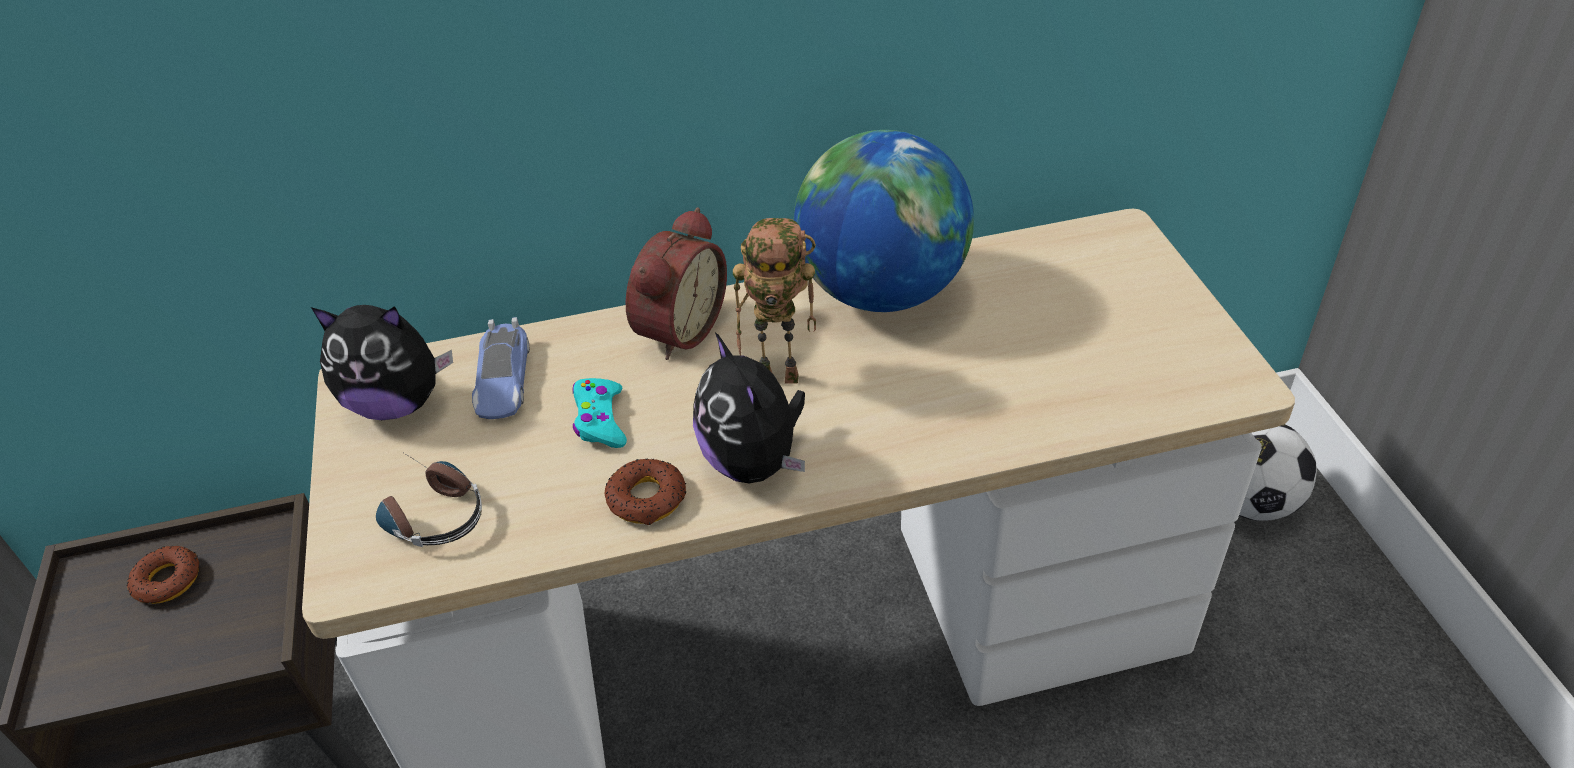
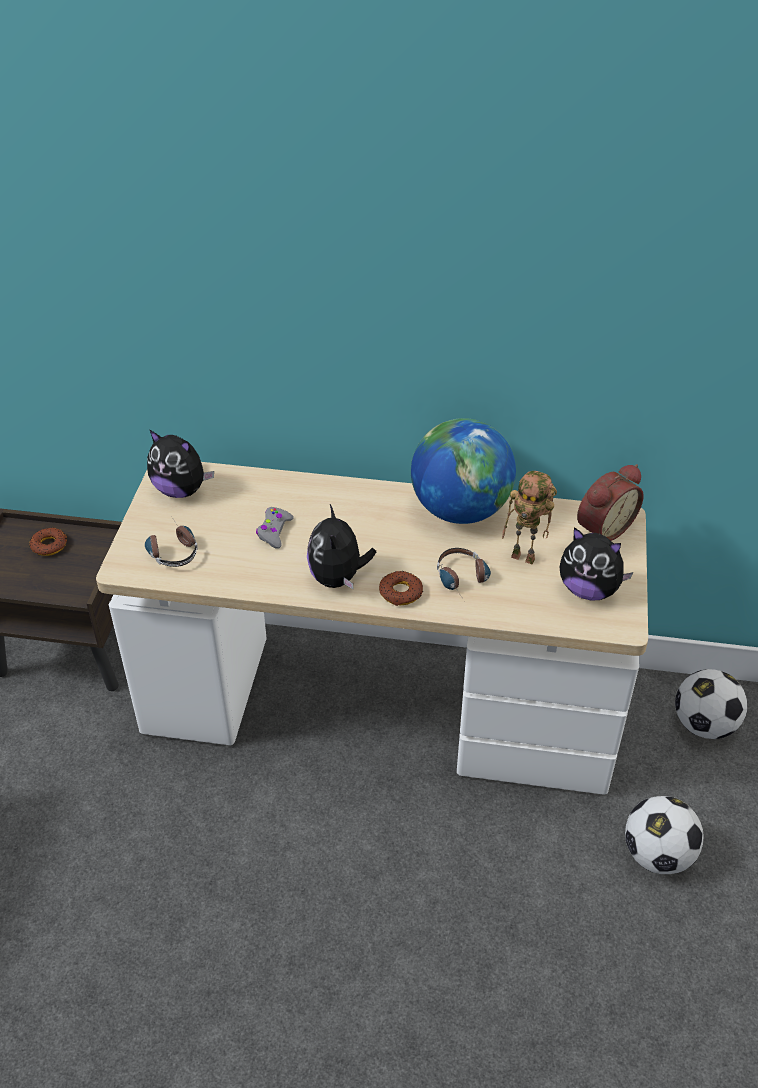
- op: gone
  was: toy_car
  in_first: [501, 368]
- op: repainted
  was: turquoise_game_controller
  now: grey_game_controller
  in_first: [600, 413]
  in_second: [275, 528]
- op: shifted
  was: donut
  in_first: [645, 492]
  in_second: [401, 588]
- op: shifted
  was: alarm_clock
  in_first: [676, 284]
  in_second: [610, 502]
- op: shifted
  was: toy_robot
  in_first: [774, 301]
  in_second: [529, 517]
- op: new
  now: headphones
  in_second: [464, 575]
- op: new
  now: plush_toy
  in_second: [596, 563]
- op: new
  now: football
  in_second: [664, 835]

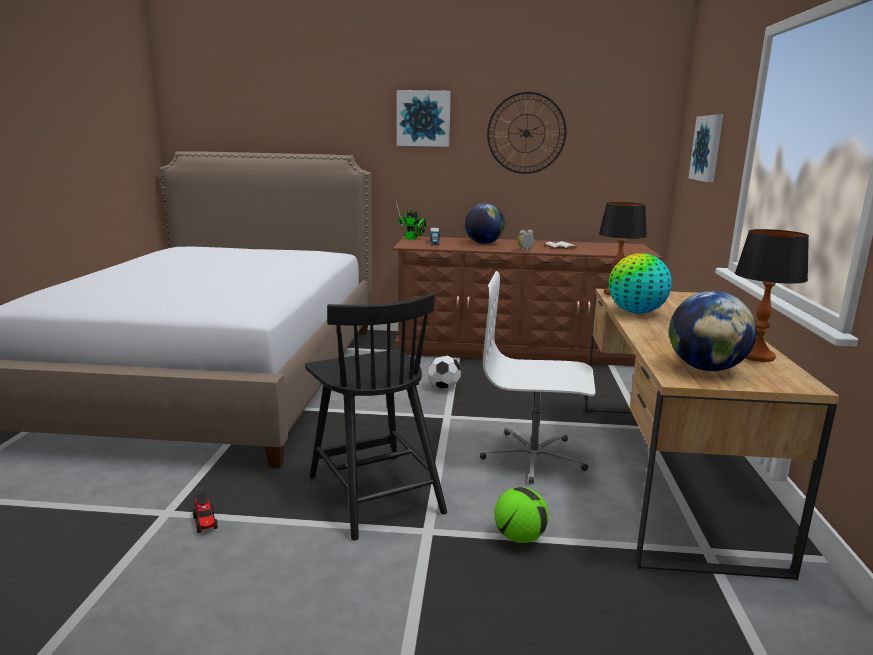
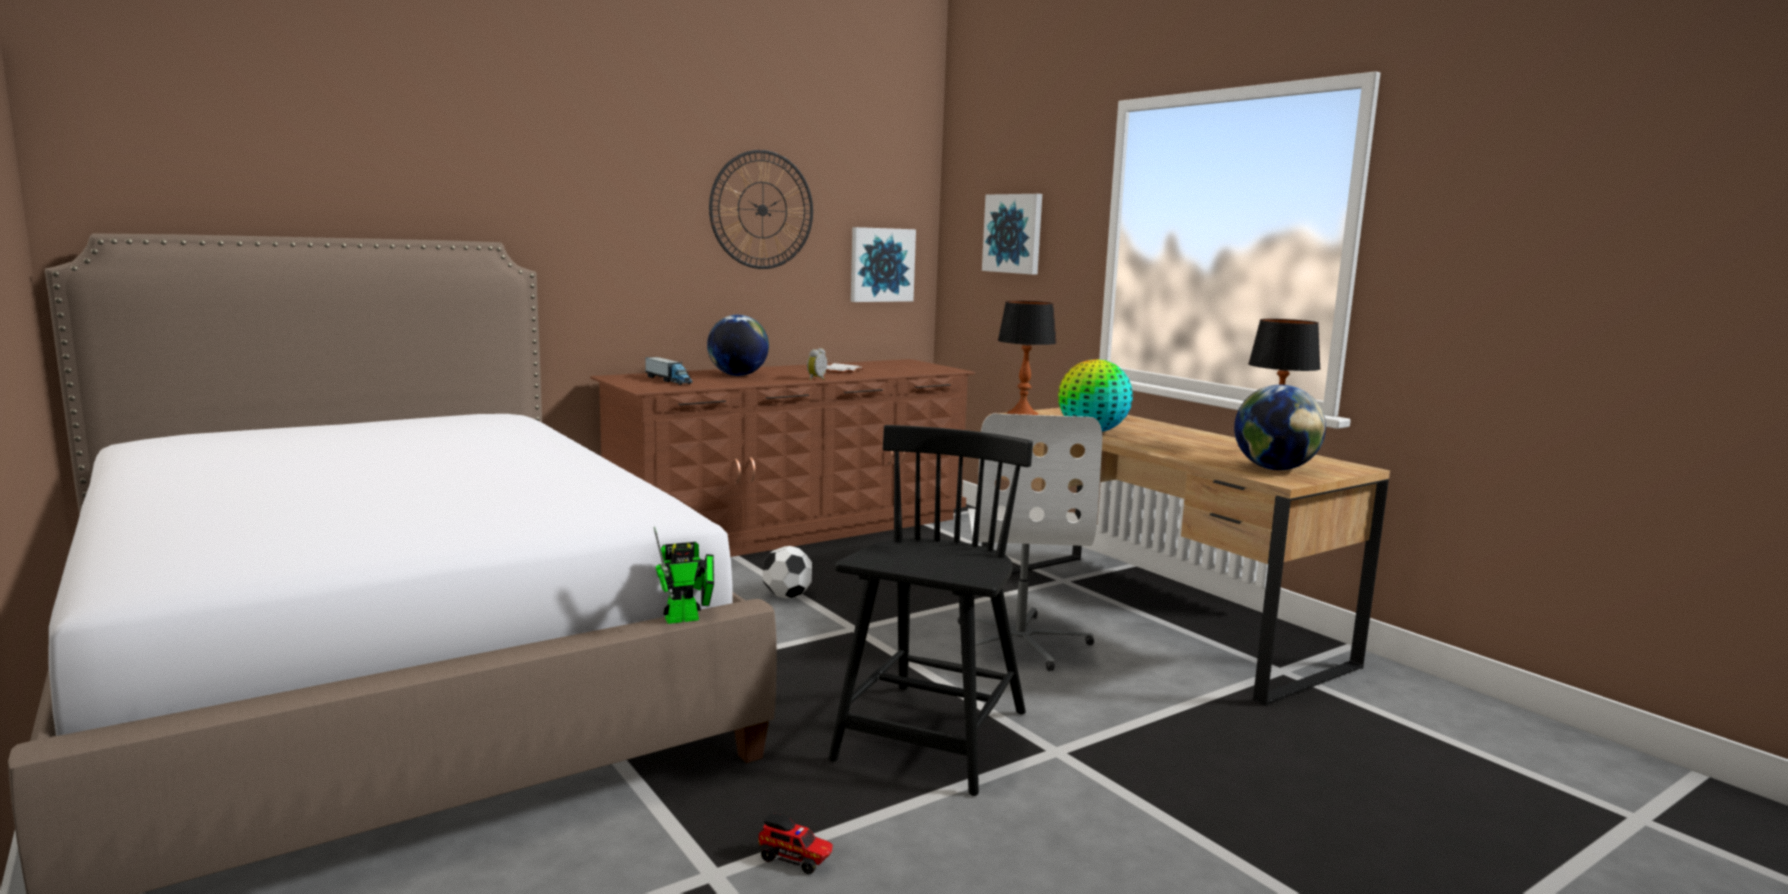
- op: rotated
  was: black_chair
  in_first: [376, 416]
  in_second: [930, 610]
  clockwise: -90
- op: shifted
  was: toy_robot
  in_first: [411, 220]
  in_second: [684, 575]
- op: shifted
  was: picture
  in_first: [424, 118]
  in_second: [883, 264]
- op: rotated
  was: white_office_chair
  in_first: [538, 377]
  in_second: [1029, 542]
  clockwise: -60
- op: gone
  was: football
  in_first: [522, 515]

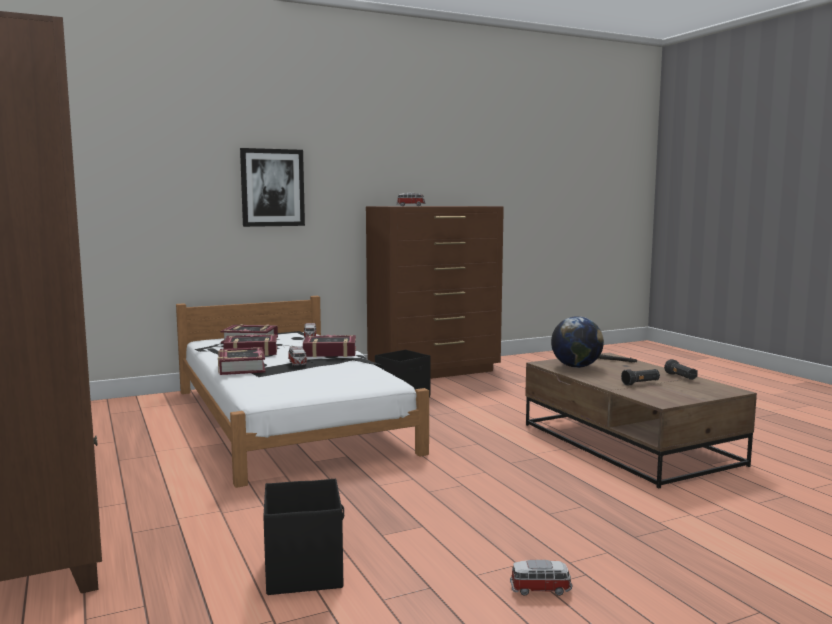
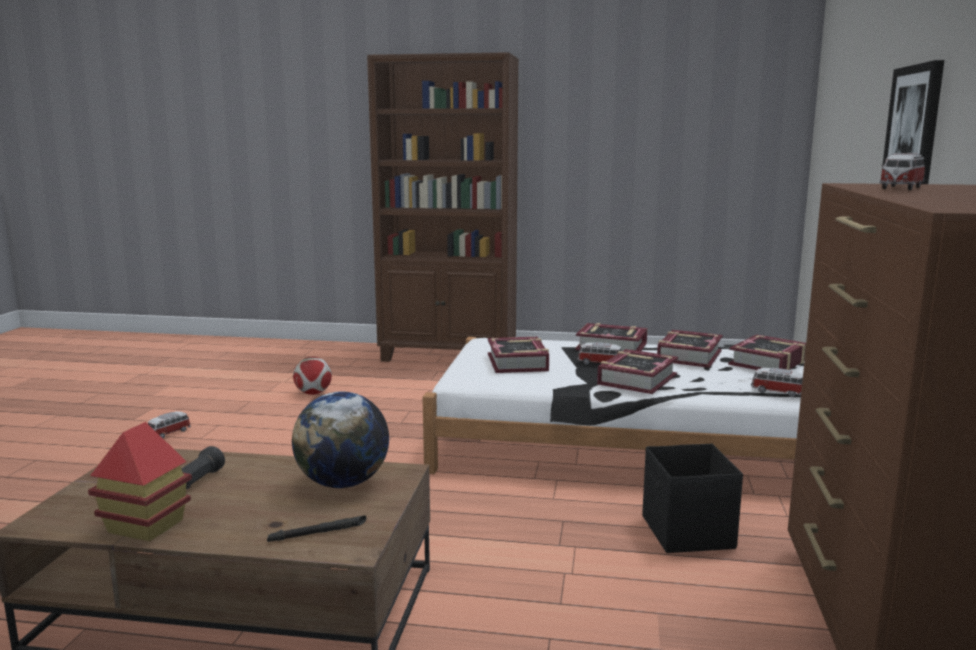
- op: swapped
  was: black_storage_box
  now: football
  in_first: [303, 537]
  in_second: [312, 376]
- op: swapped
  was: black_flashlight
  now: toy_house
  in_first: [681, 369]
  in_second: [140, 482]
- op: new
  now: book
  in_second: [518, 355]

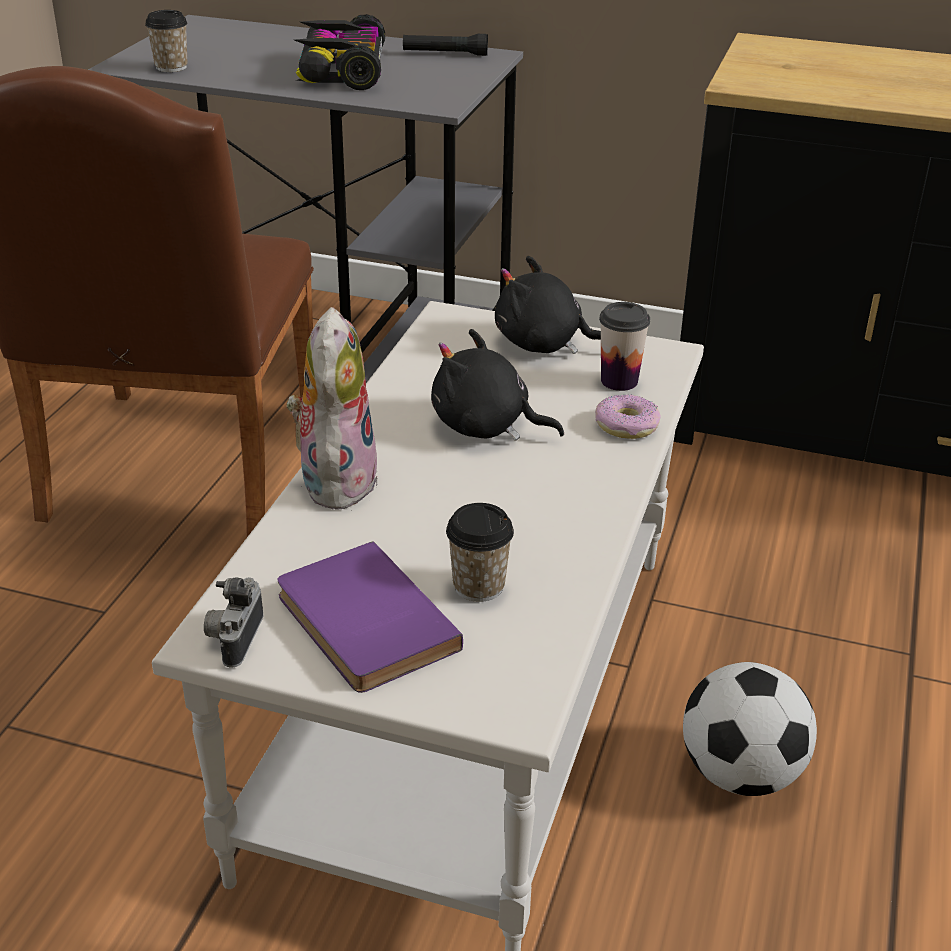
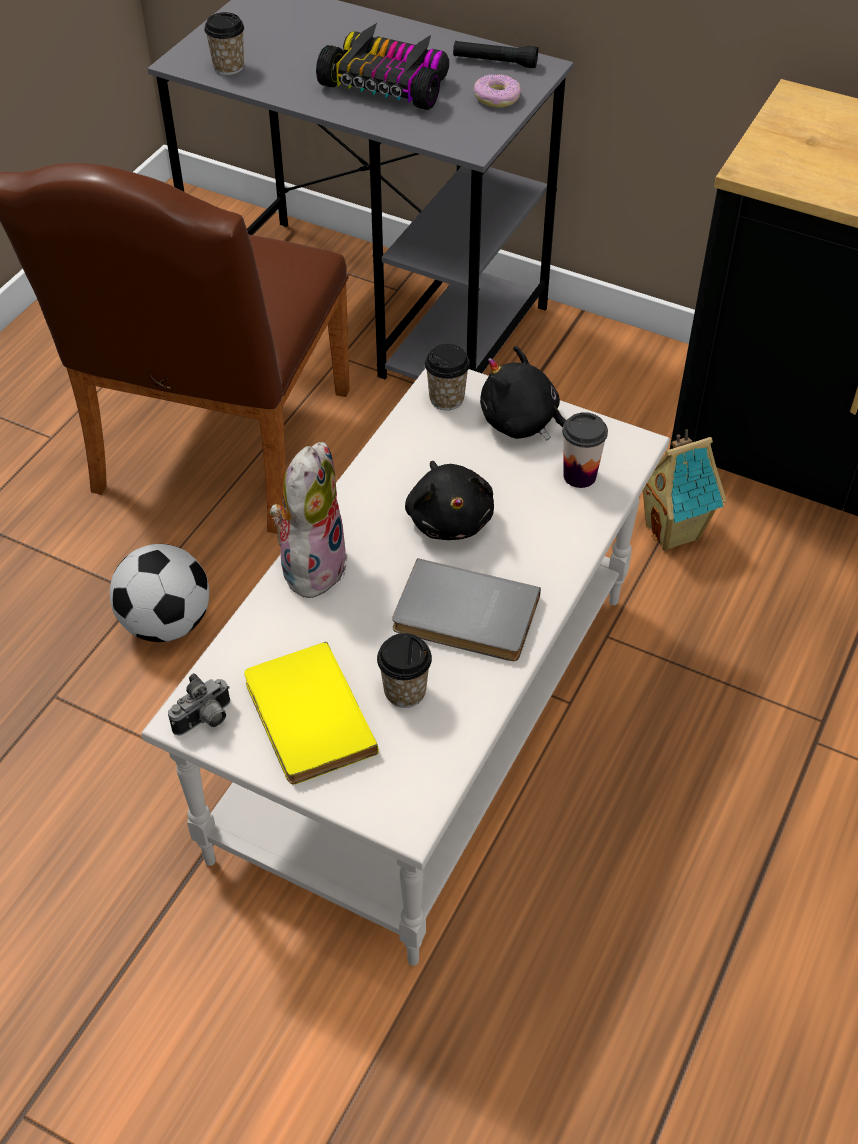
- op: rotated
  was: photo_camera
  in_first: [233, 622]
  in_second: [199, 704]
  clockwise: -150
- op: repainted
  was: purple_book
  now: yellow_book
  in_first: [370, 617]
  in_second: [311, 713]
- op: rotated
  was: toy_car
  in_first: [340, 52]
  in_second: [382, 66]
  clockwise: 105
- op: rotated
  was: black_plush_toy
  in_first: [497, 385]
  in_second: [449, 500]
  clockwise: -135
- op: shifted
  was: donut
  in_first: [628, 417]
  in_second: [497, 90]
- op: shifted
  was: football
  in_first: [750, 729]
  in_second: [159, 593]
- op: new
  now: grey_book
  in_second: [466, 609]
- op: new
  now: cup
  in_second: [447, 377]
- op: new
  now: toy_house
  in_second: [685, 490]

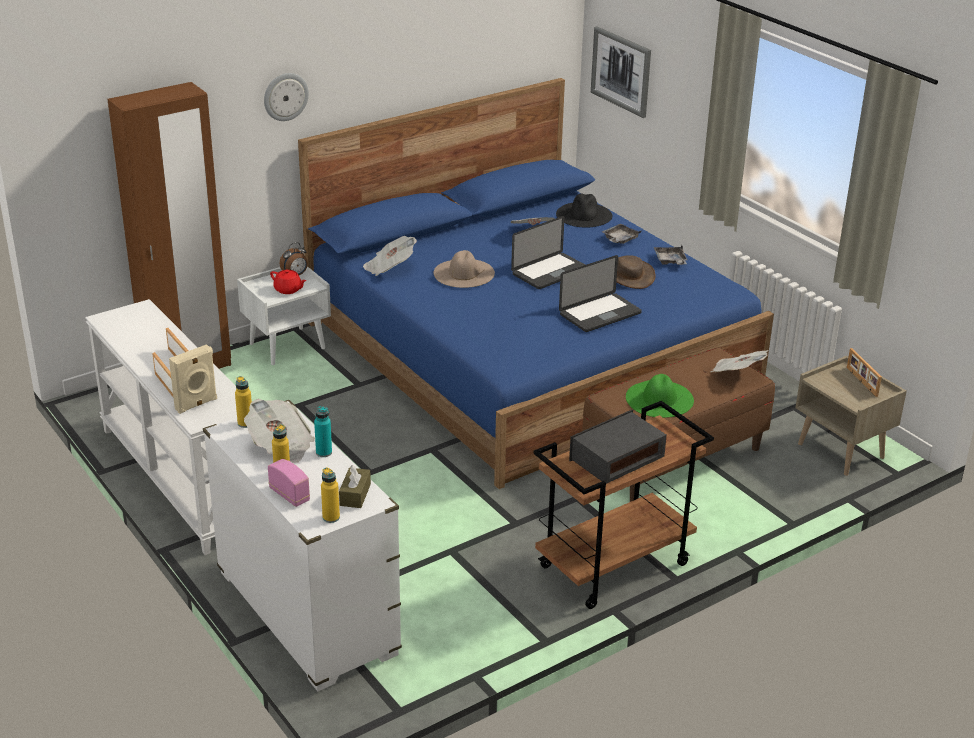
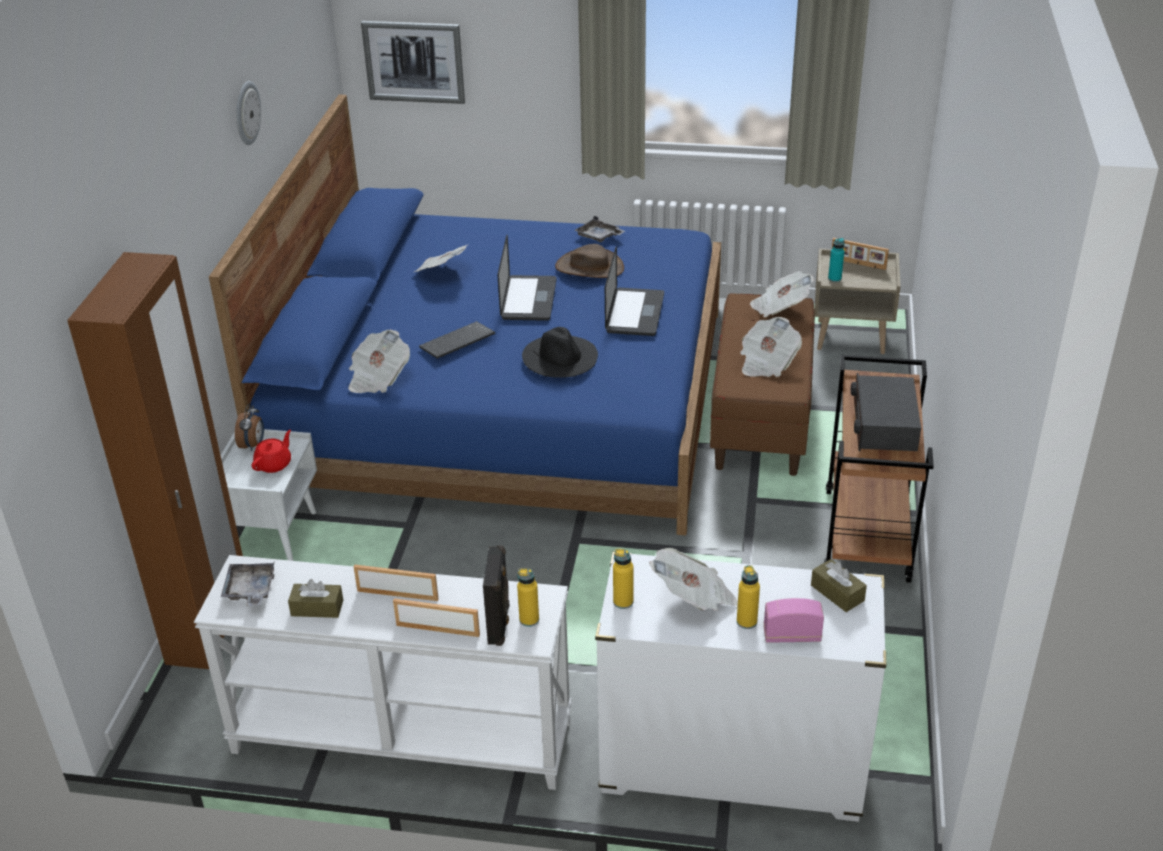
- op: repainted
  was: beige_speaker
  now: black_speaker
  in_first: [193, 379]
  in_second: [496, 595]
- op: shifted
  was: wall_clock
  in_first: [286, 97]
  in_second: [249, 113]
- op: rotated
  was: red_teapot
  in_first: [288, 282]
  in_second: [271, 451]
  clockwise: -45
- op: shifted
  was: turquoise_bottle
  in_first: [323, 431]
  in_second: [836, 260]
- op: shifted
  was: yellow_bottle
  in_first: [330, 495]
  in_second: [528, 597]
- op: swapped
  was: beige_hat
  now: keyboard
  in_first: [464, 269]
  in_second: [457, 340]
- op: shifted
  was: black_hat
  in_first: [584, 210]
  in_second: [560, 352]
- op: shifted
  was: grey_tray
  in_first: [621, 234]
  in_second: [248, 583]
- op: swapped
  was: green_hat
  now: newspaper
  in_first: [660, 396]
  in_second: [771, 347]
- op: new
  now: brown_tissue_box
  in_second: [315, 598]

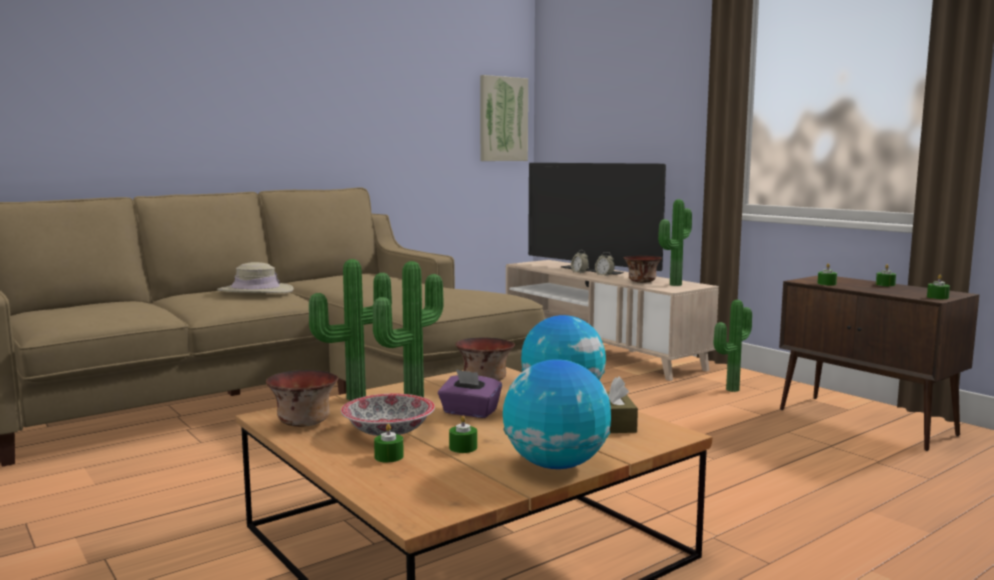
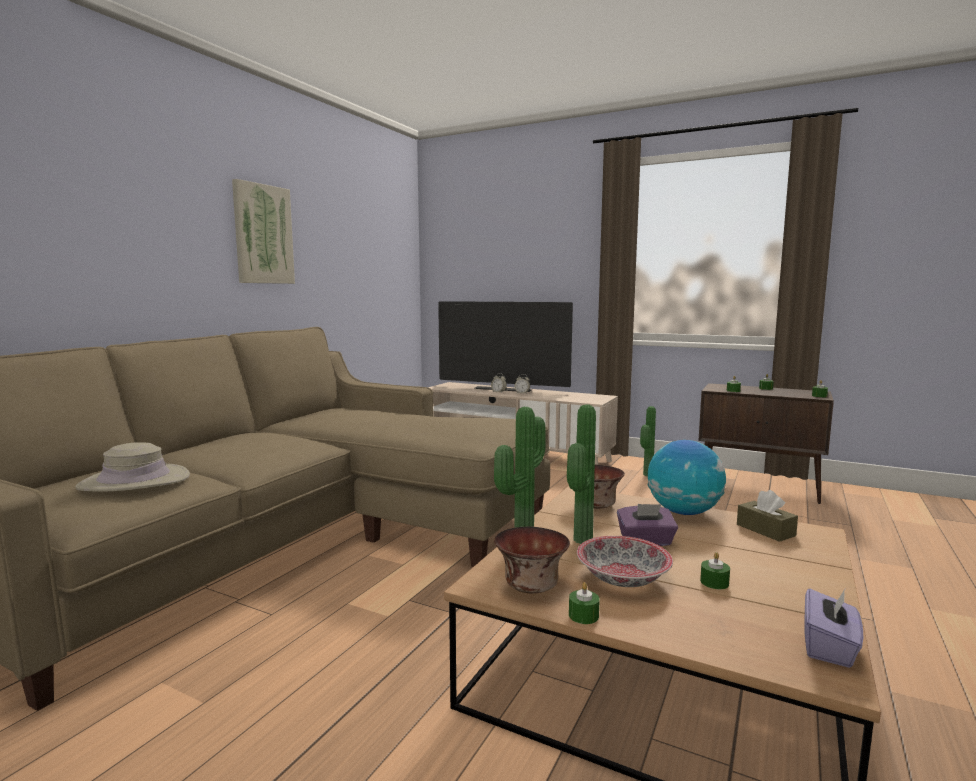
- op: shifted
  was: beige_hat
  in_first: [255, 277]
  in_second: [133, 467]
- op: shifted
  was: green_candle
  in_first: [389, 443]
  in_second: [584, 603]
- op: shifted
  was: picture
  in_first: [504, 118]
  in_second: [263, 231]
- op: gone
  was: globe
  in_first: [557, 414]
- op: gone
  was: bowl
  in_first: [643, 269]
- op: gone
  was: potted_plant
  in_first: [675, 242]
- op: new
  now: purple_tissue_box
  in_second: [833, 628]

